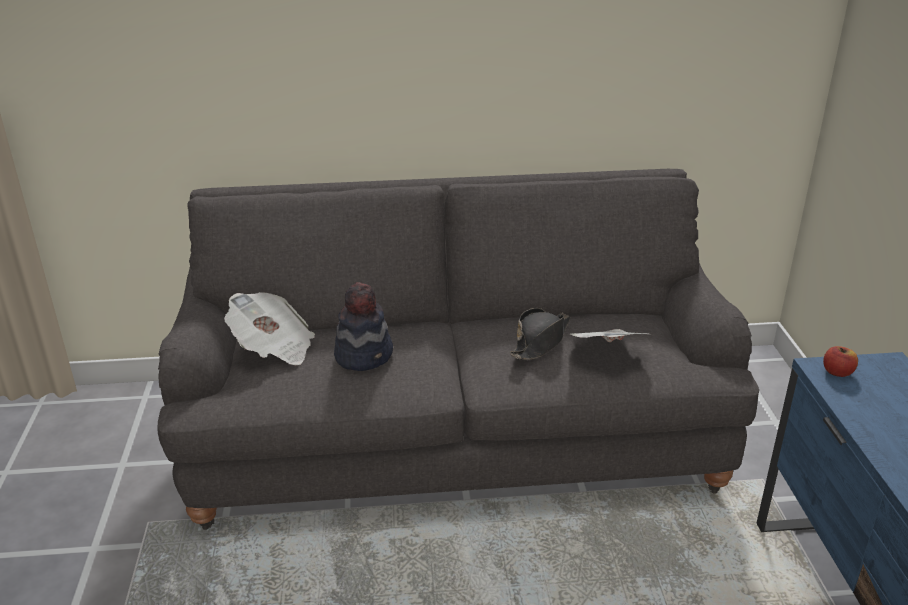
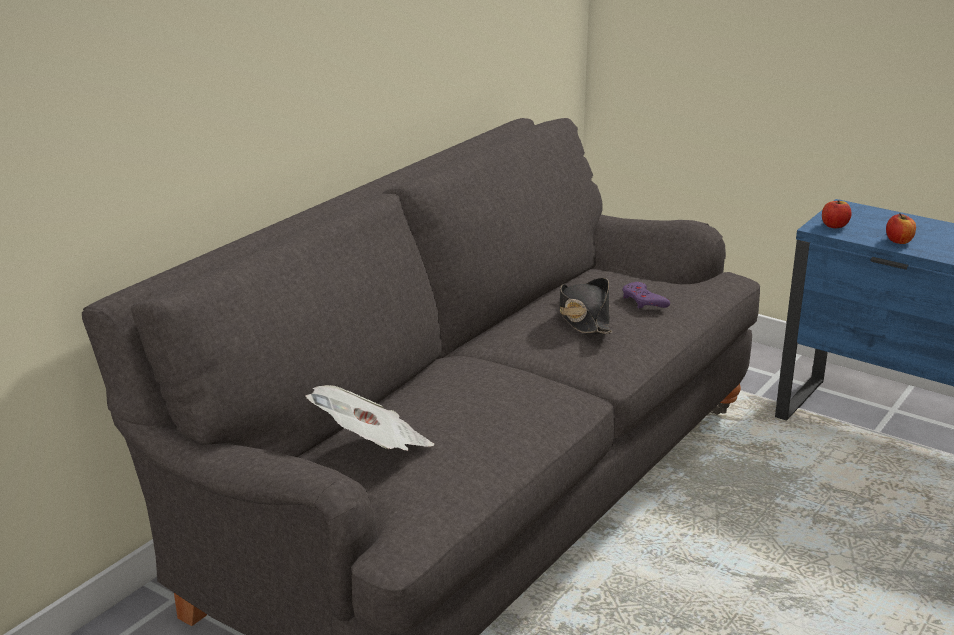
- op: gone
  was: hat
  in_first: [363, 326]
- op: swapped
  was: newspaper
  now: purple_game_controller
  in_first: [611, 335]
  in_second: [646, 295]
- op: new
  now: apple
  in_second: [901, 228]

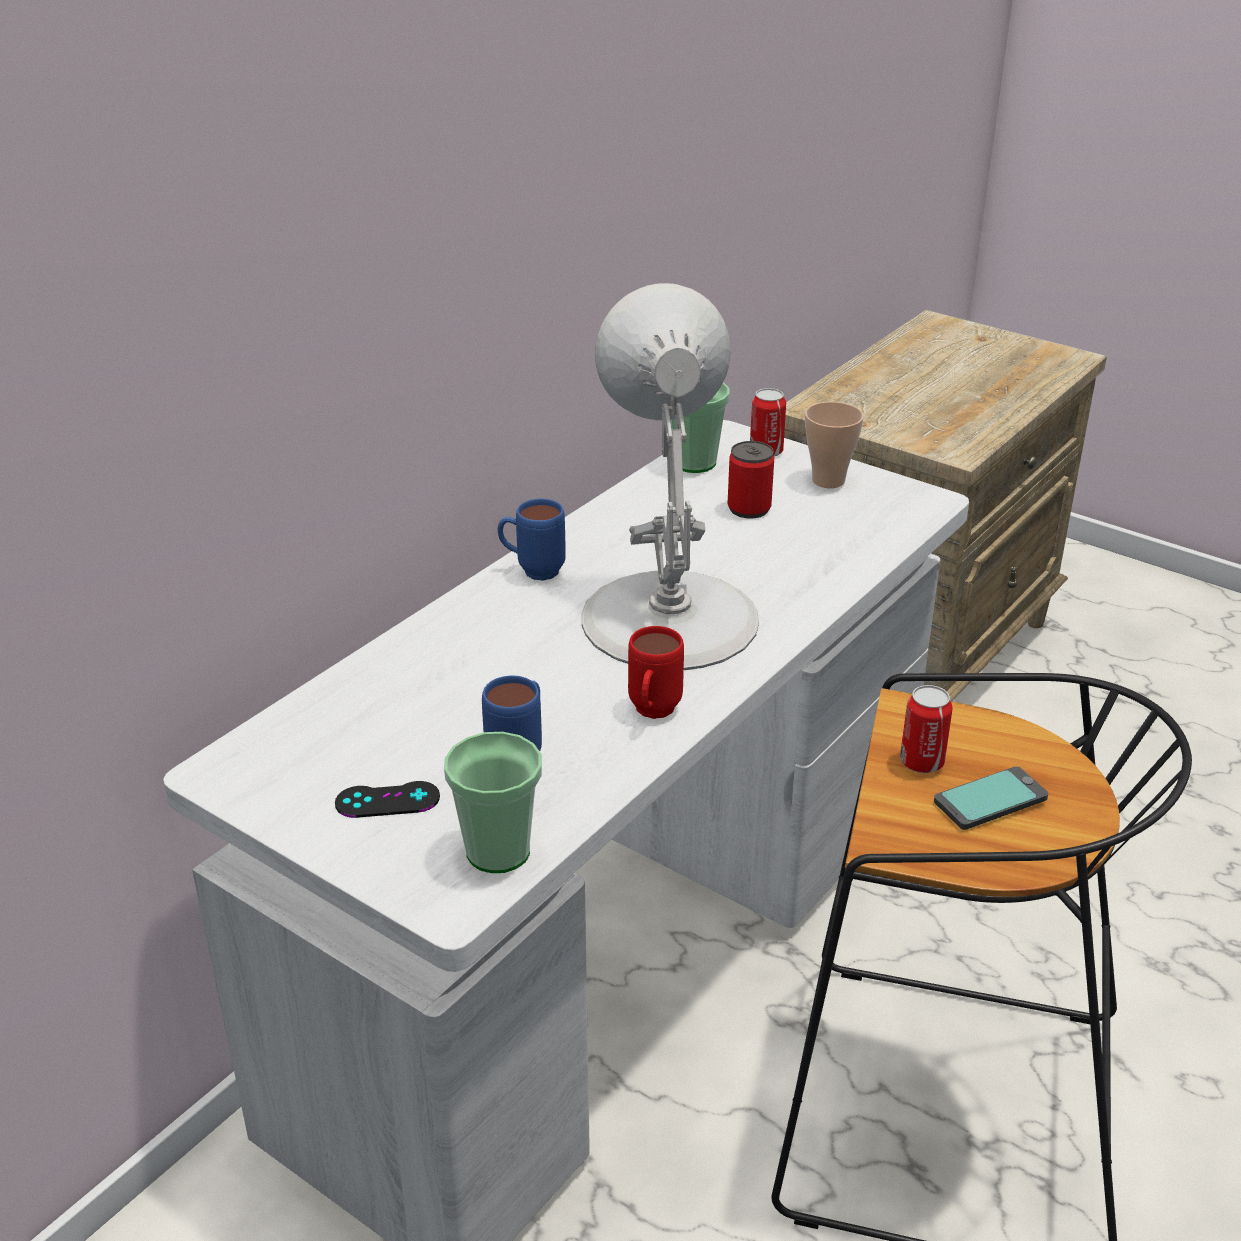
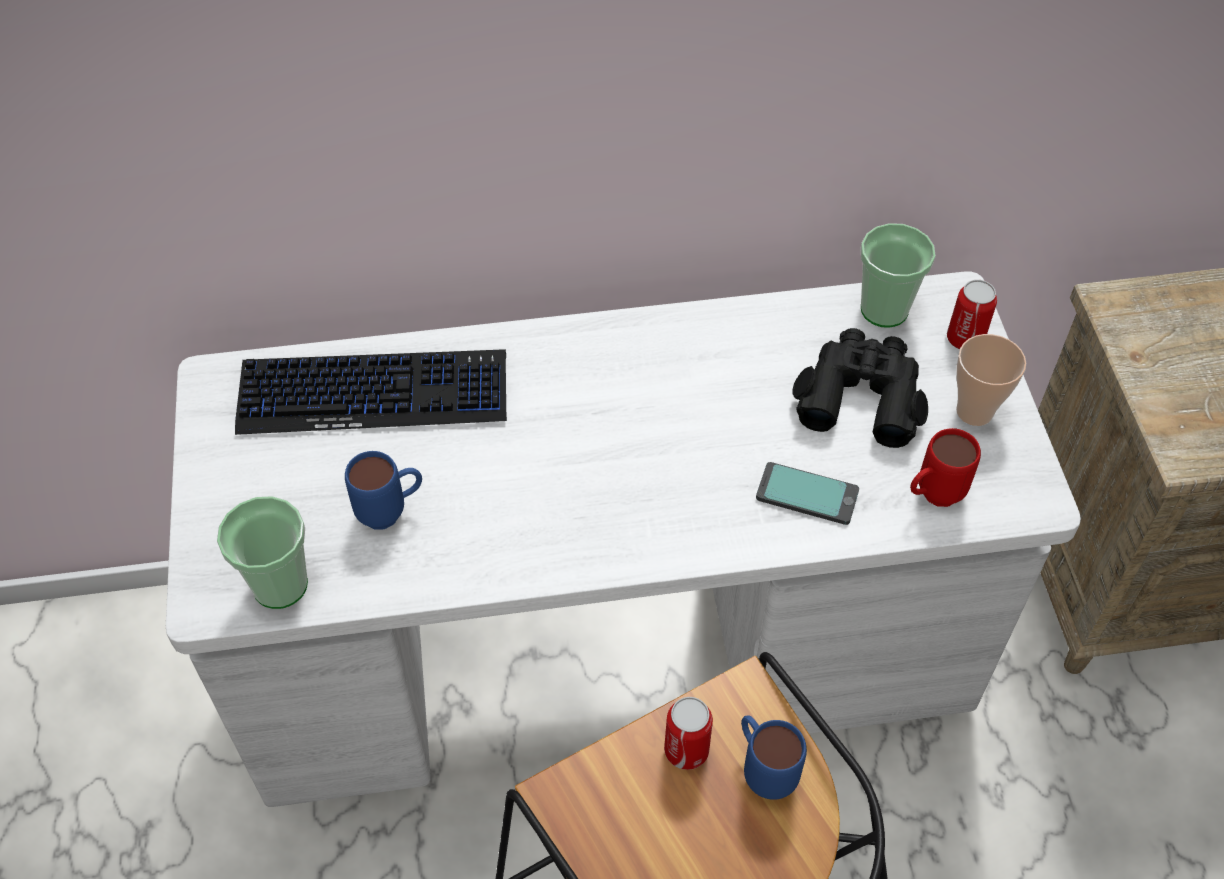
- op: gone
  was: black_game_controller
  in_first: [387, 799]
- op: shifted
  was: blue_mug
  in_first: [532, 540]
  in_second: [774, 757]
- op: gone
  was: white_table_lamp
  in_first: [670, 476]
- op: shifted
  was: red_mug
  in_first: [656, 672]
  in_second: [945, 467]
- op: swapped
  was: can
  now: black_binoculars
  in_first: [750, 480]
  in_second: [860, 388]
- op: shifted
  was: phone
  in_first: [991, 798]
  in_second: [807, 493]
- op: new
  now: keyboard
  in_second: [371, 392]

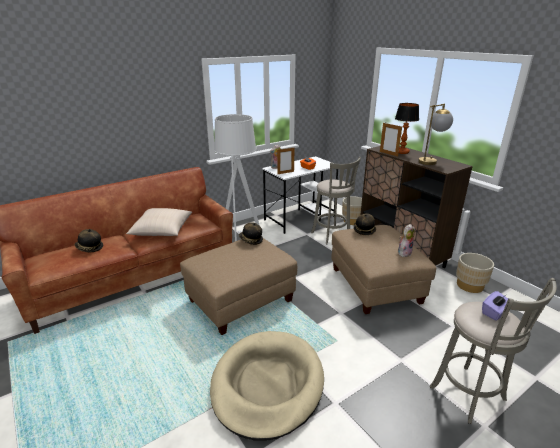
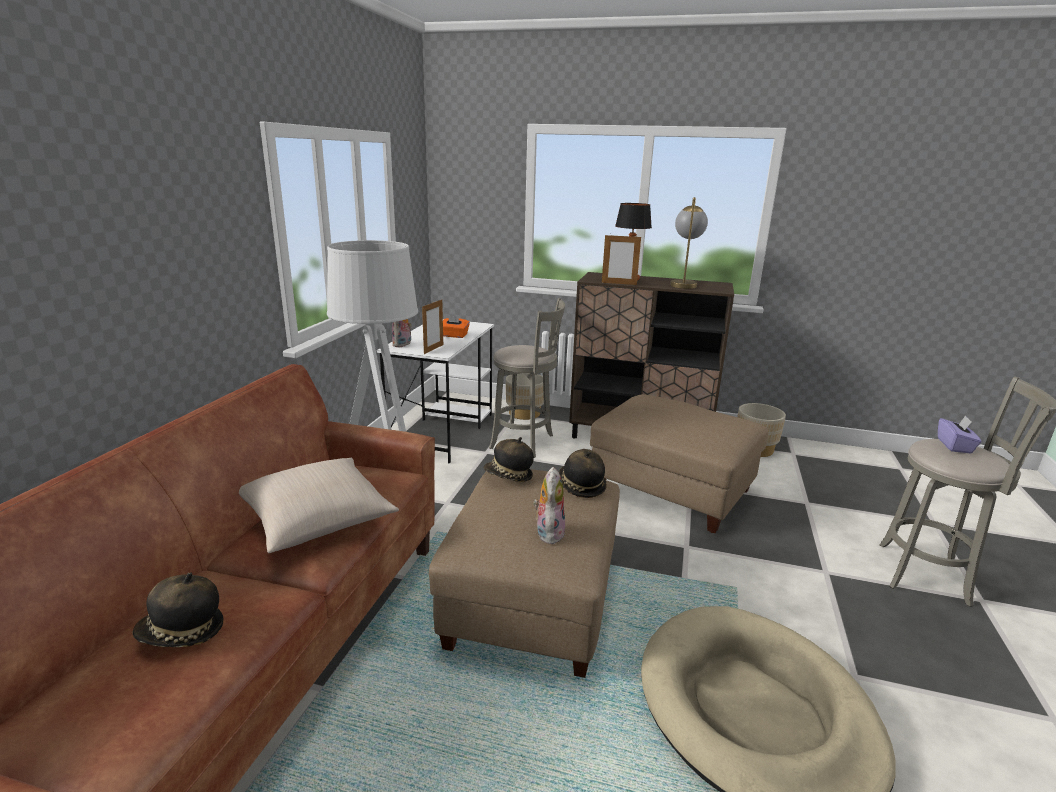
- op: shifted
  was: hat
  in_first: [365, 224]
  in_second: [583, 473]
- op: shifted
  was: plush_toy
  in_first: [406, 240]
  in_second: [549, 505]

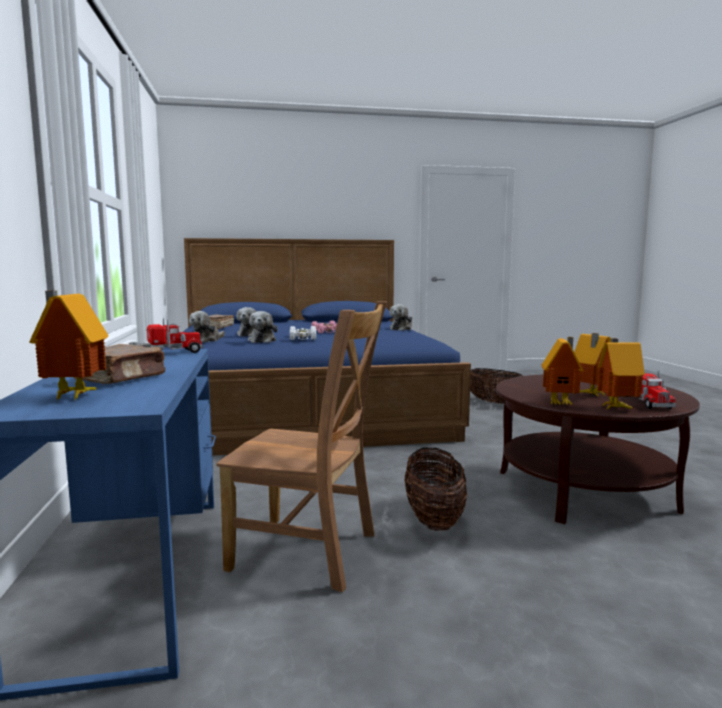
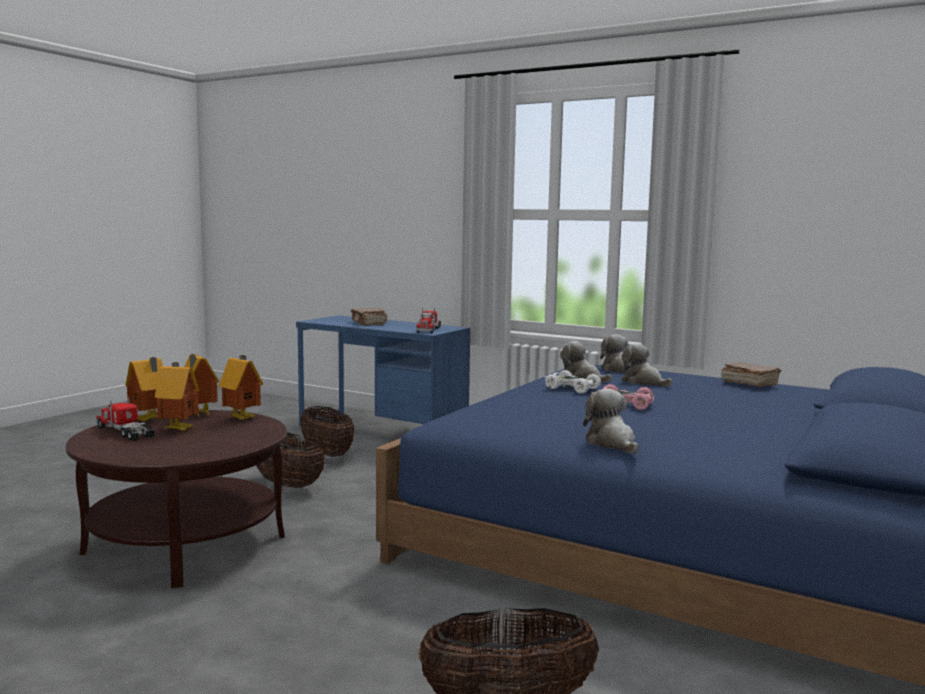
- op: shifted
  was: toy_house
  in_first: [69, 345]
  in_second: [241, 387]
- op: swapped
  was: brown_chair
  now: basket
  in_first: [301, 446]
  in_second: [327, 431]

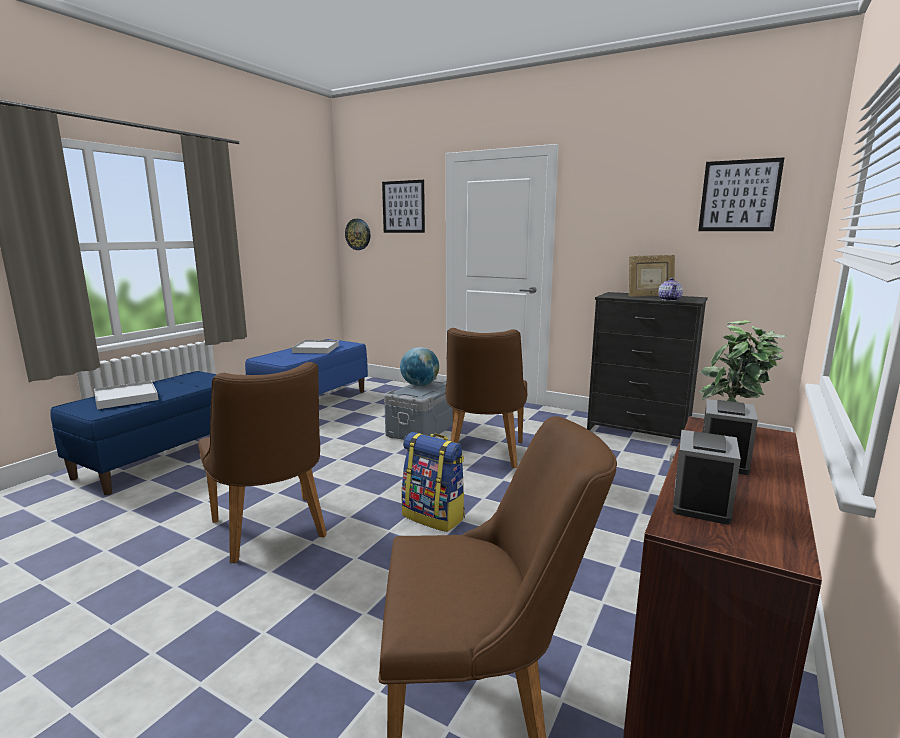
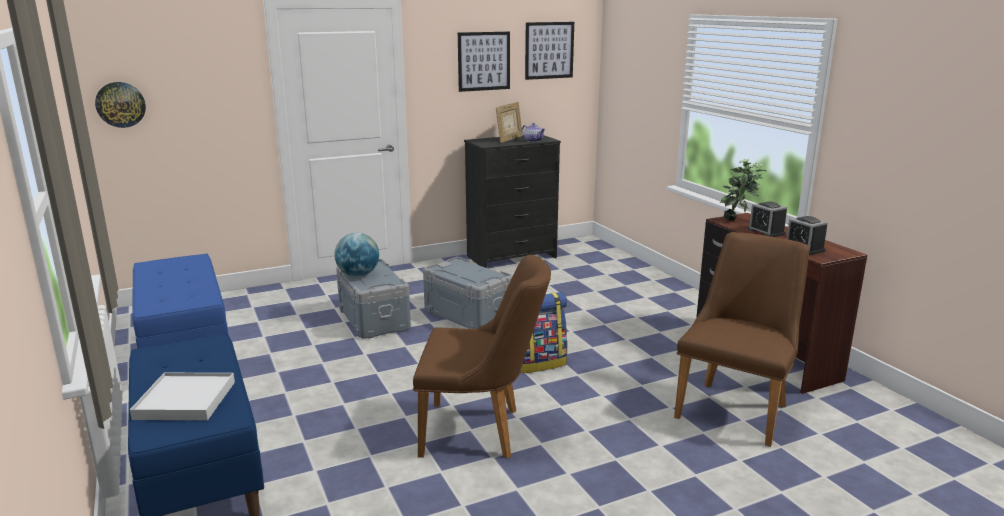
- op: gone
  was: white_tray
  in_first: [315, 347]
- op: shifted
  was: picture
  in_first: [403, 206]
  in_second: [484, 62]
- op: swapped
  was: brown_chair
  now: grey_storage_box
  in_first: [486, 398]
  in_second: [468, 293]

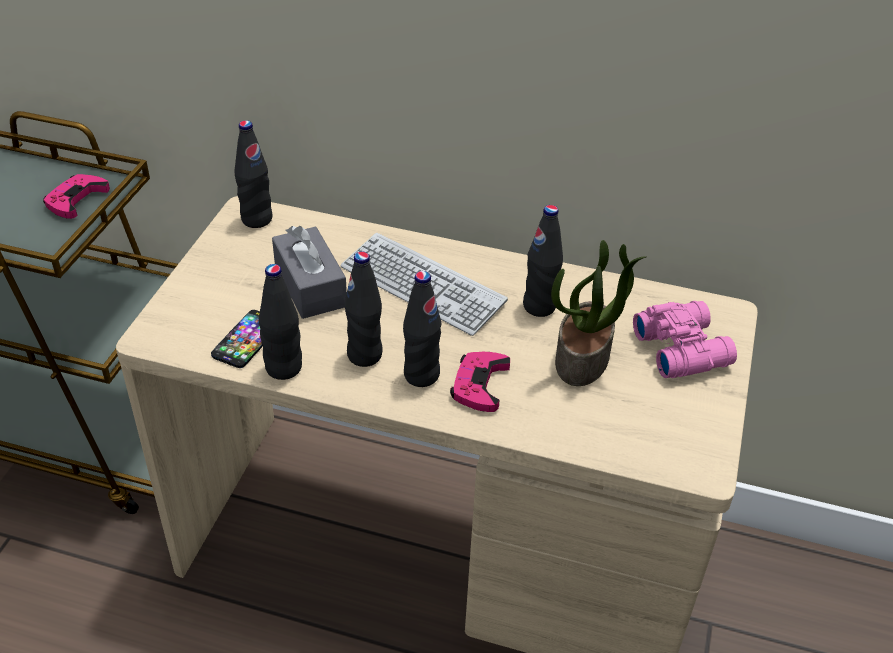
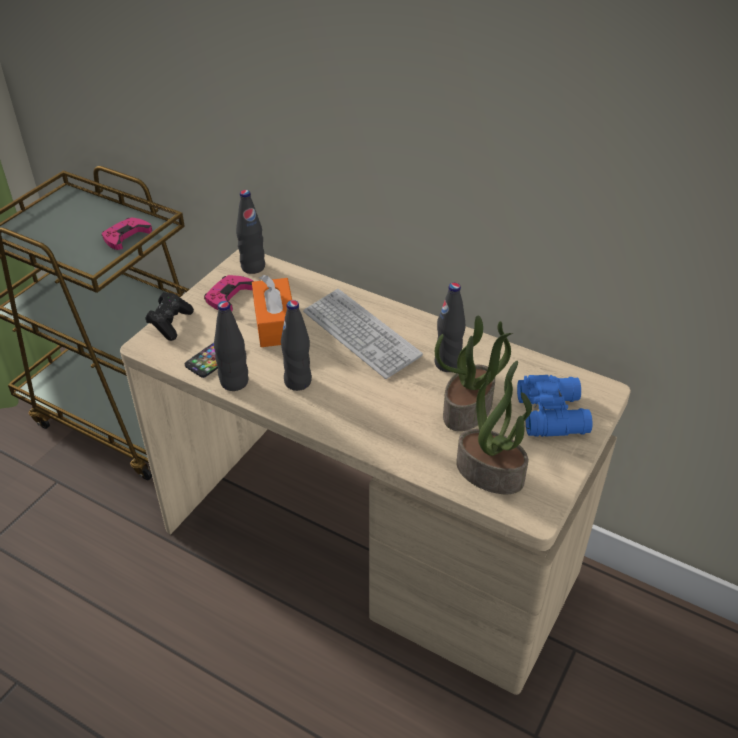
- op: repainted
  was: grey_tissue_box
  now: orange_tissue_box
  in_first: [309, 272]
  in_second: [272, 311]
- op: gone
  was: black_bottle
  in_first: [422, 329]
- op: shifted
  was: pink_game_controller
  in_first: [480, 382]
  in_second: [229, 293]
- op: repainted
  was: pink_binoculars
  now: blue_binoculars
  in_first: [685, 339]
  in_second: [555, 406]
- op: new
  now: black_game_controller
  in_second: [169, 316]
- op: new
  now: potted_plant
  in_second: [494, 427]

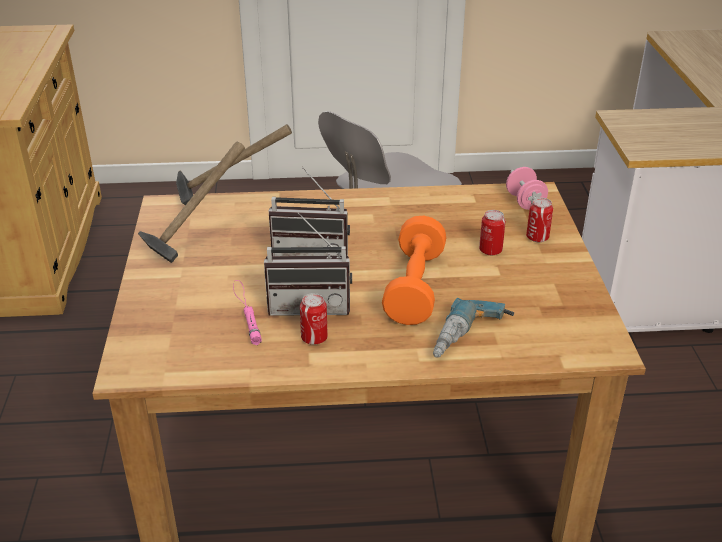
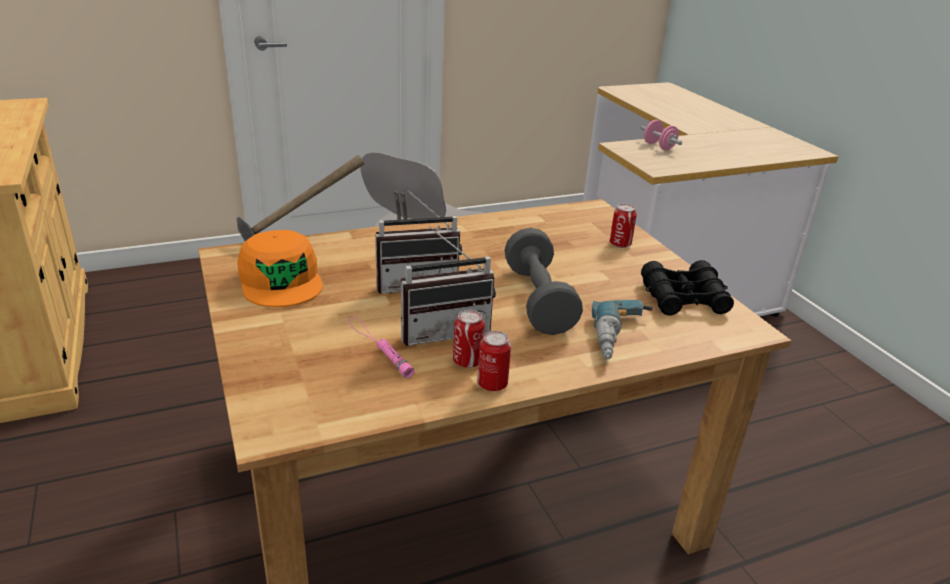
- op: swapped
  was: hammer
  now: orange_cap
  in_first: [191, 202]
  in_second: [280, 268]
- op: repainted
  was: orange_dumbbell
  now: grey_dumbbell
  in_first: [414, 270]
  in_second: [544, 281]
- op: shifted
  was: can
  in_first: [492, 232]
  in_second: [494, 361]
- op: shifted
  was: pink_dumbbell
  in_first: [527, 188]
  in_second: [661, 135]
- op: new
  now: black_binoculars
  in_second: [687, 287]

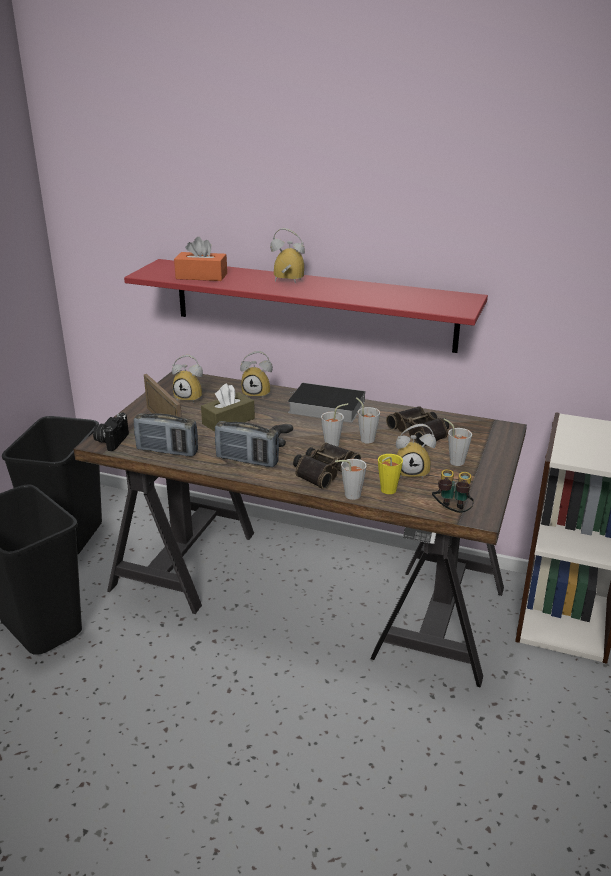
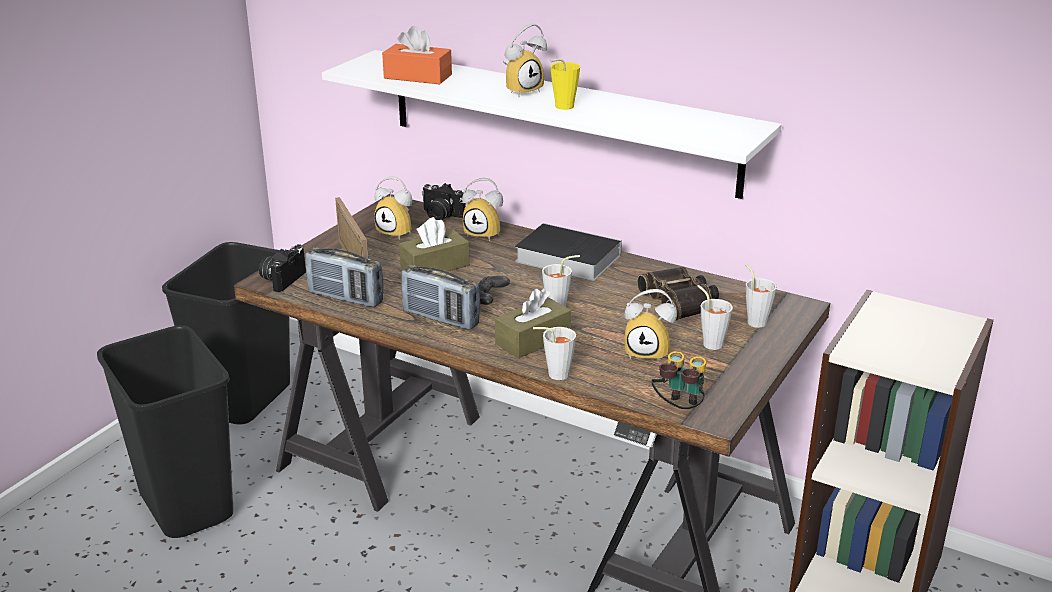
- op: repainted
  was: red_shelf
  now: white_shelf
  in_first: [306, 306]
  in_second: [552, 124]
- op: rotated
  was: alarm_clock
  in_first: [287, 256]
  in_second: [525, 60]
  clockwise: 120
- op: swapped
  was: binoculars
  now: brown_tissue_box
  in_first: [327, 466]
  in_second: [533, 324]
- op: shifted
  was: grey_cup
  in_first: [368, 420]
  in_second: [761, 296]
- op: shifted
  was: yellow_cup
  in_first: [390, 474]
  in_second: [565, 84]
- op: new
  now: photo_camera
  in_second: [444, 201]

